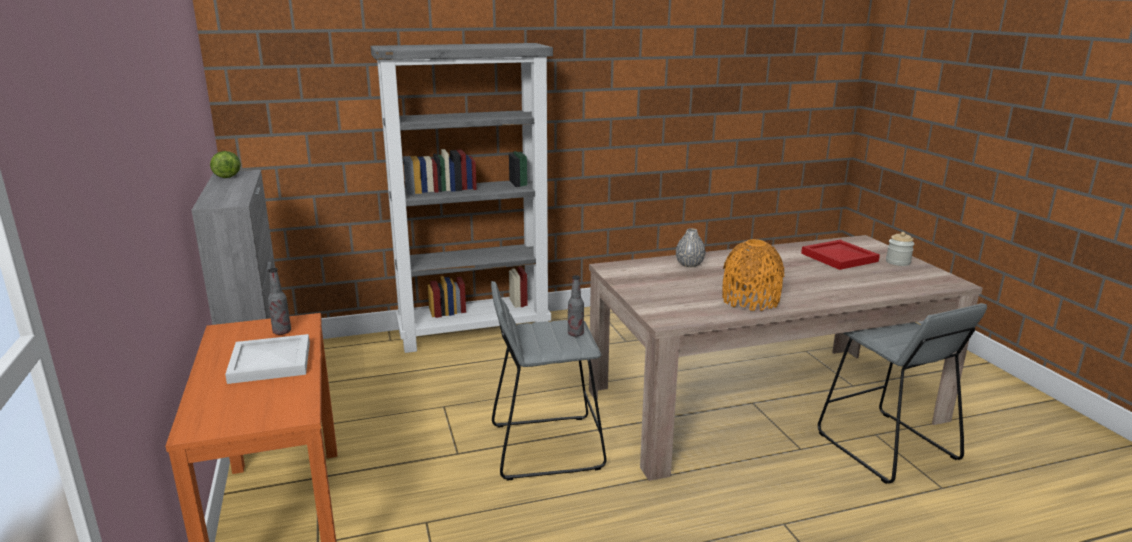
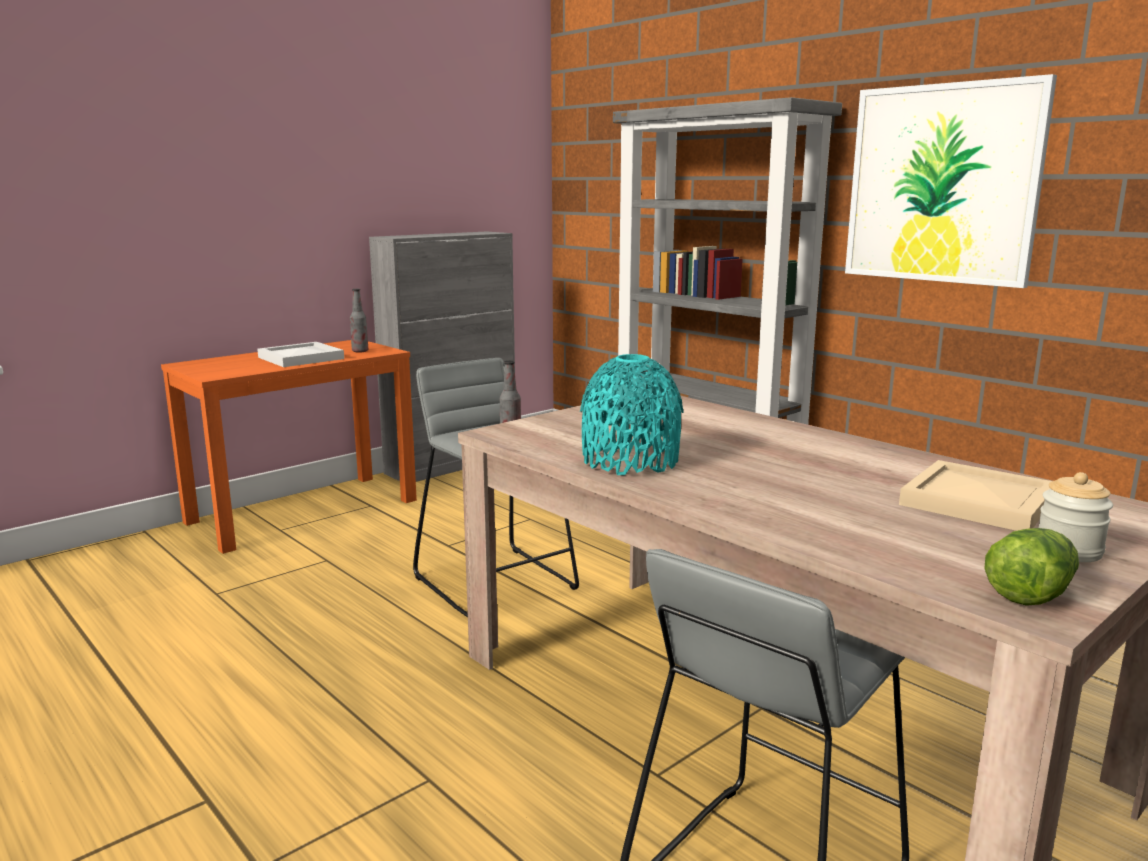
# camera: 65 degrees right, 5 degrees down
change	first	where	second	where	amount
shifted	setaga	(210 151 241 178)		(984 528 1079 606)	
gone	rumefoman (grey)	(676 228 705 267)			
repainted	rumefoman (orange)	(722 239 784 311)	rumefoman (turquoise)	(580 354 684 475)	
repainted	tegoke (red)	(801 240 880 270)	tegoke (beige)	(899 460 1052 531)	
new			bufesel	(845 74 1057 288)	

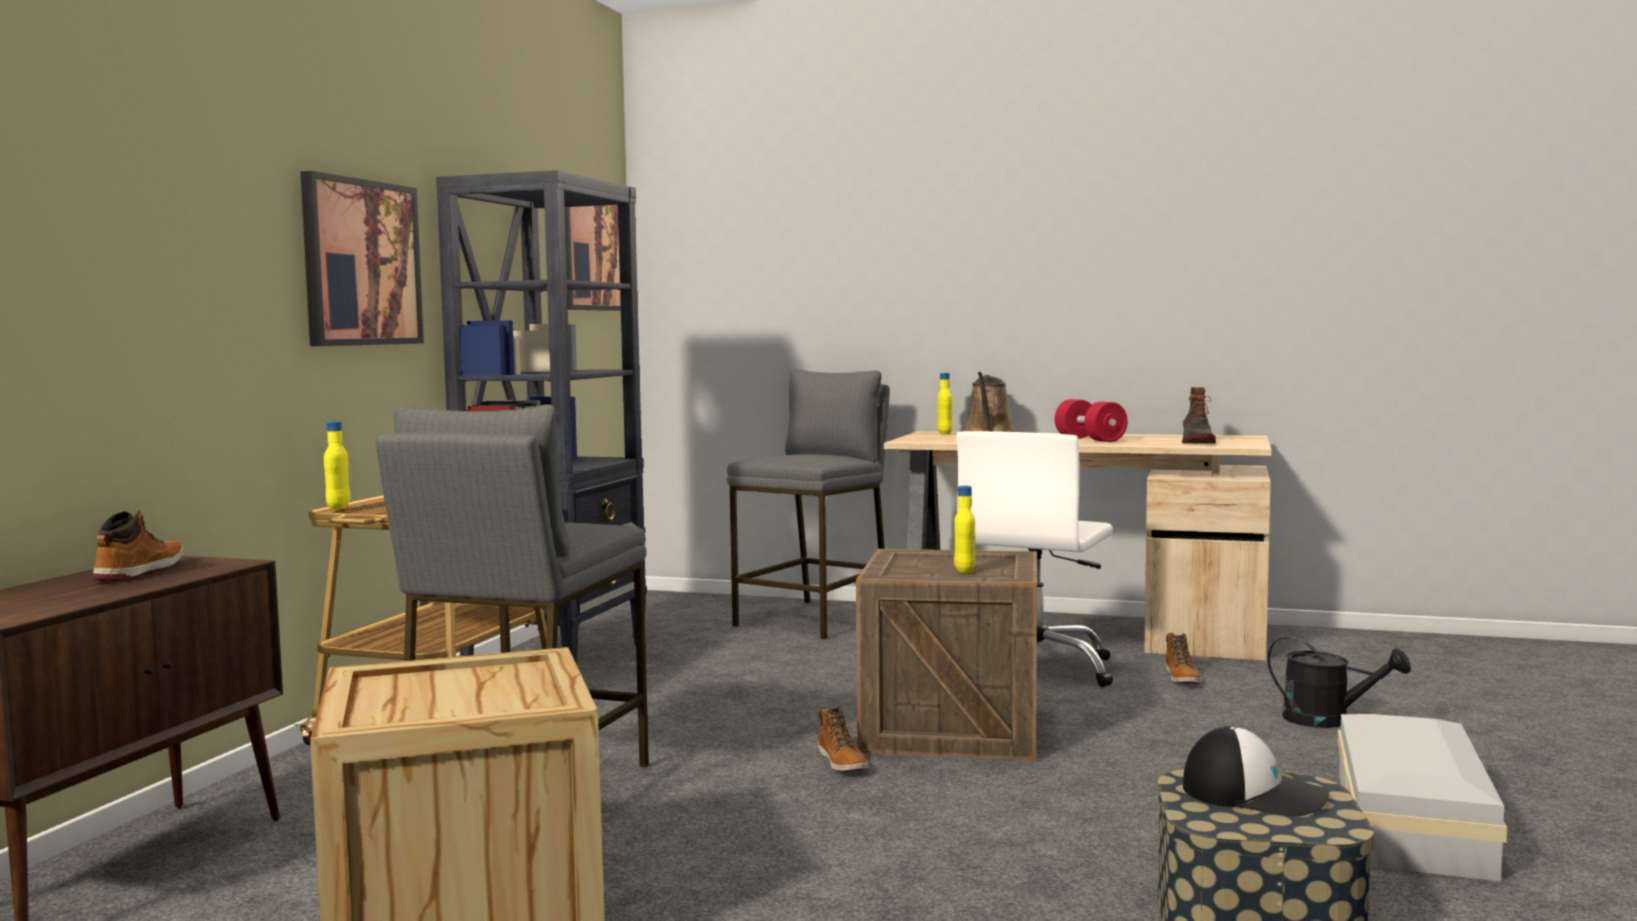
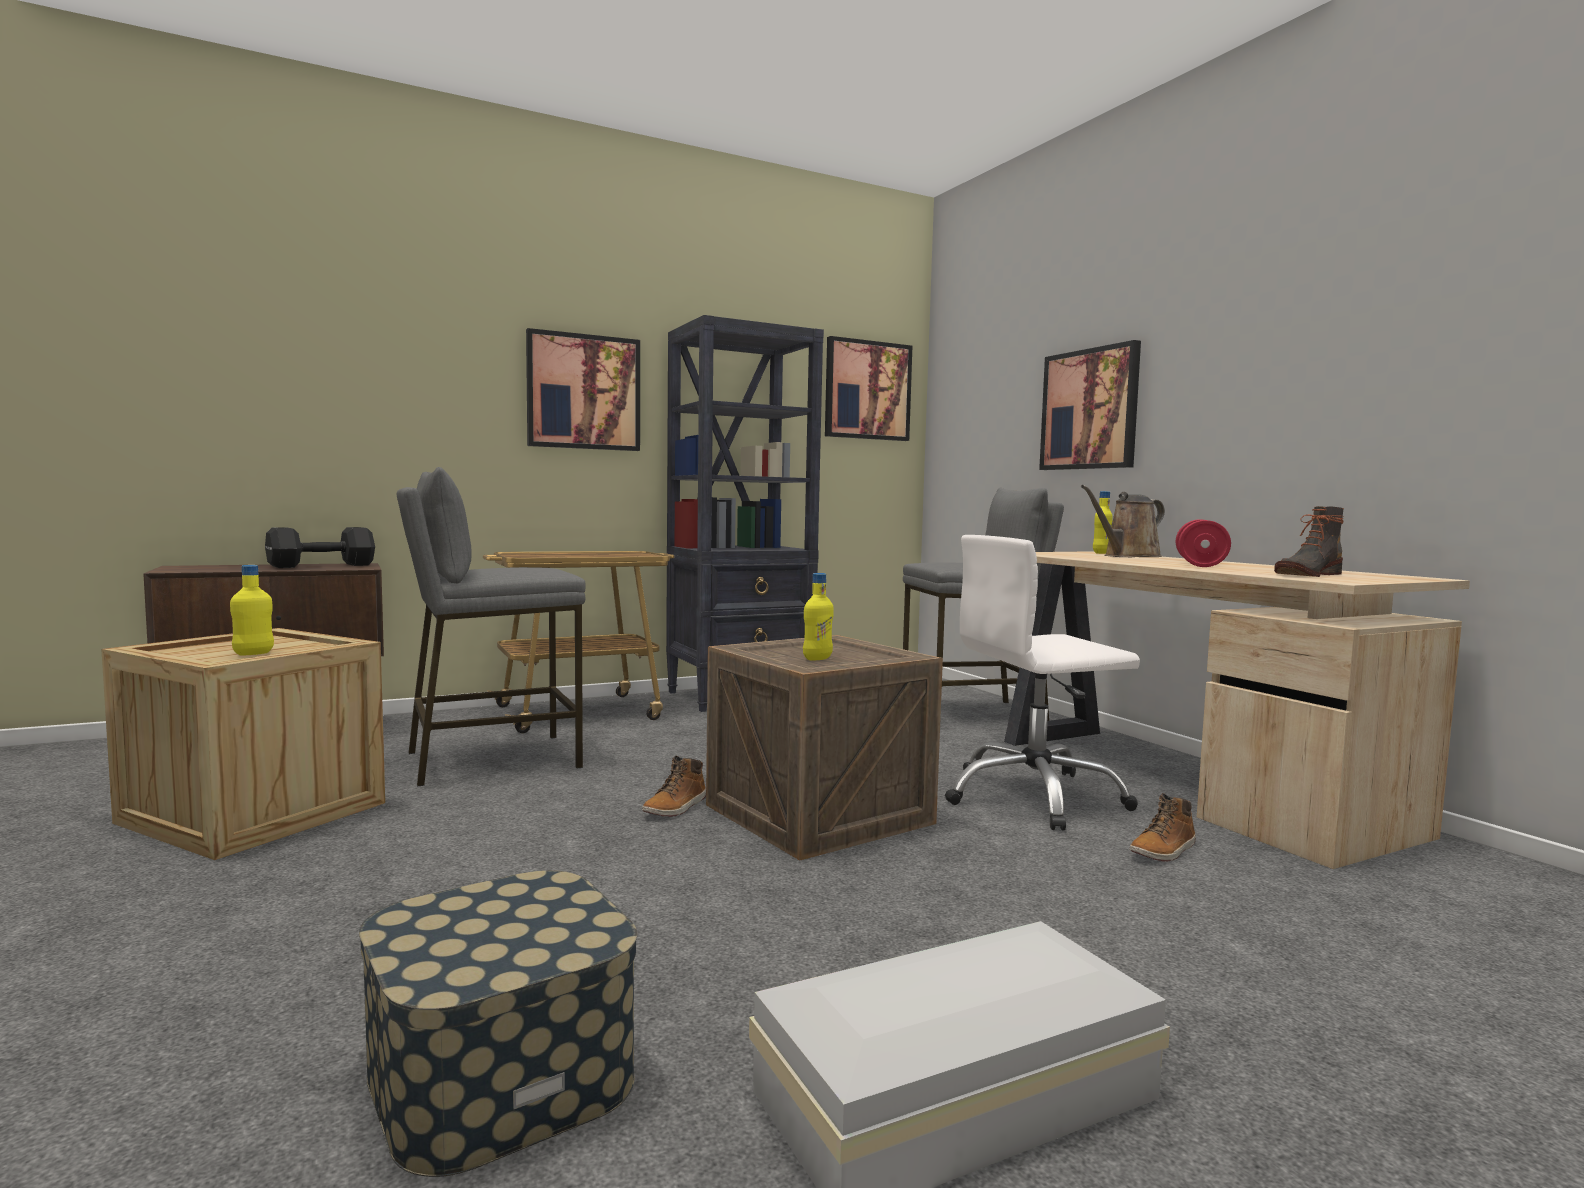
# camera: 45 degrees right, 0 degrees up
change	first	where	second	where	amount
shifted	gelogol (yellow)	(324 421 350 509)		(230 565 274 655)	
swapped	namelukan	(93 511 183 581)	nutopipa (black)	(265 527 375 568)	
gone	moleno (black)	(1267 636 1411 728)			
gone	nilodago	(1183 726 1329 817)			
new			bufesel	(1039 340 1141 470)	

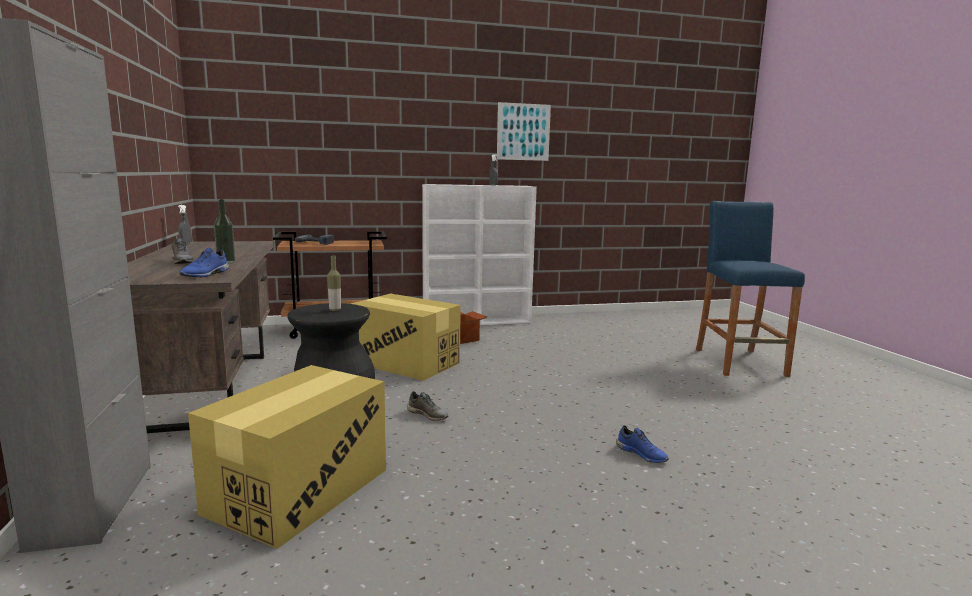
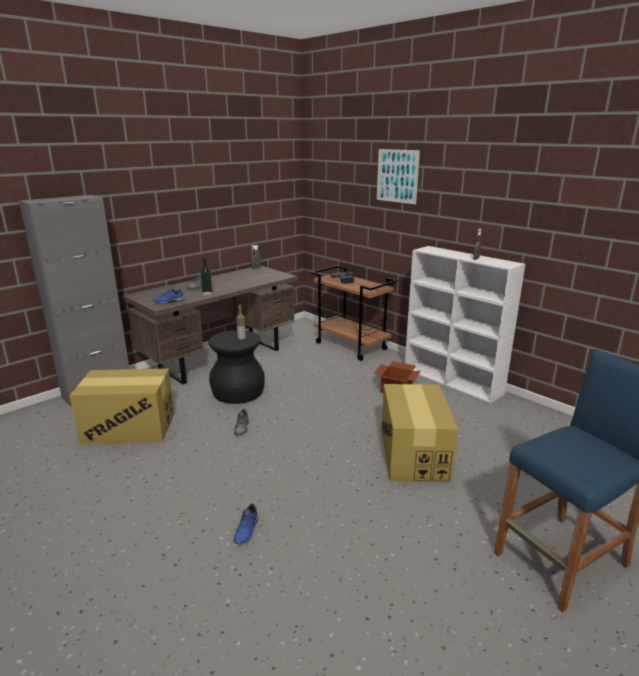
# camera: 60 degrees right, 10 degrees up
change	first	where	second	where	amount
shifted	bufesel	(497 102 551 161)		(377 149 420 204)	
shifted	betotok	(351 294 461 381)		(381 384 458 482)	

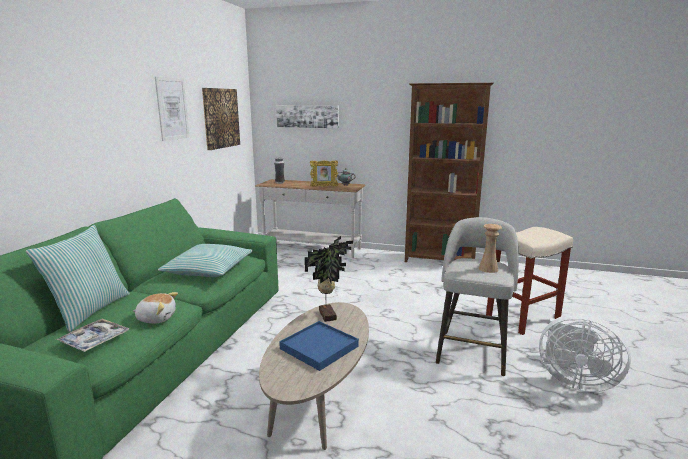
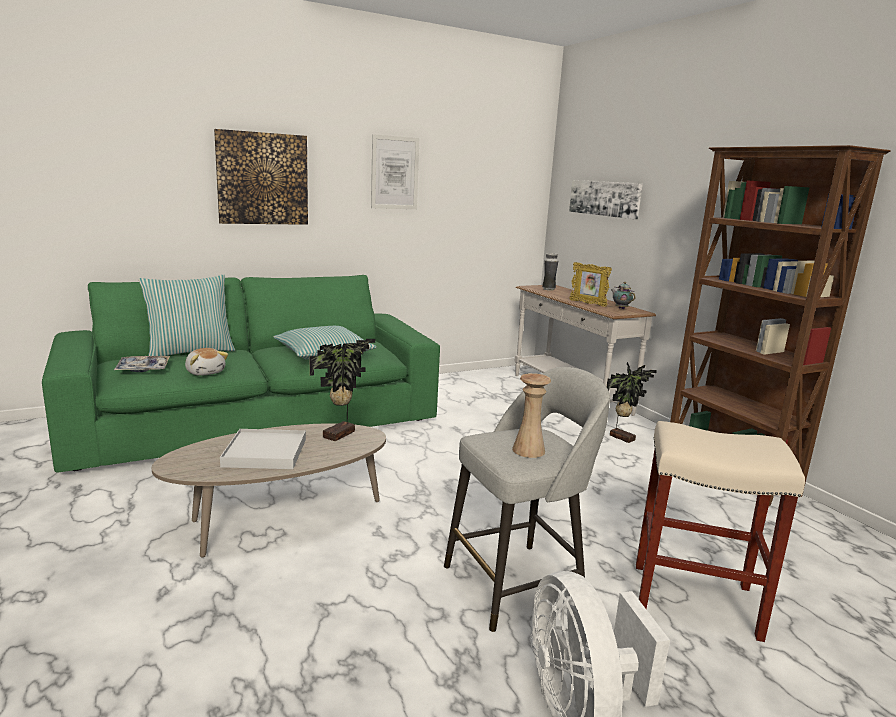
# camera: 45 degrees right, 0 degrees up
change	first	where	second	where	amount
shifted	bufesel	(202 88 240 150)		(214 129 308 225)	
repainted	tegoke (blue)	(279 321 359 371)	tegoke (white)	(220 429 306 469)	
new			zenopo	(607 362 657 443)	

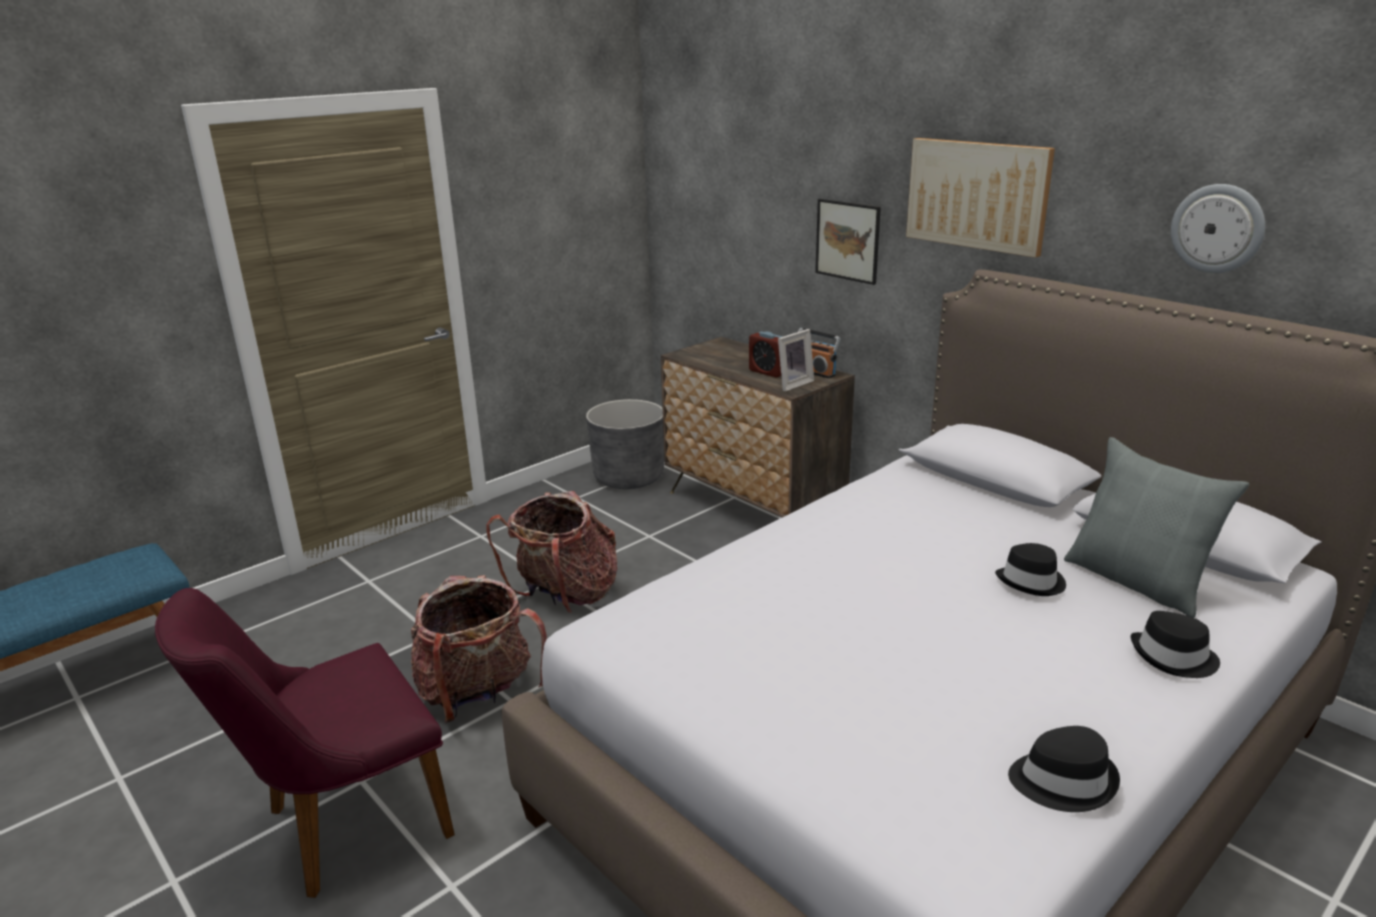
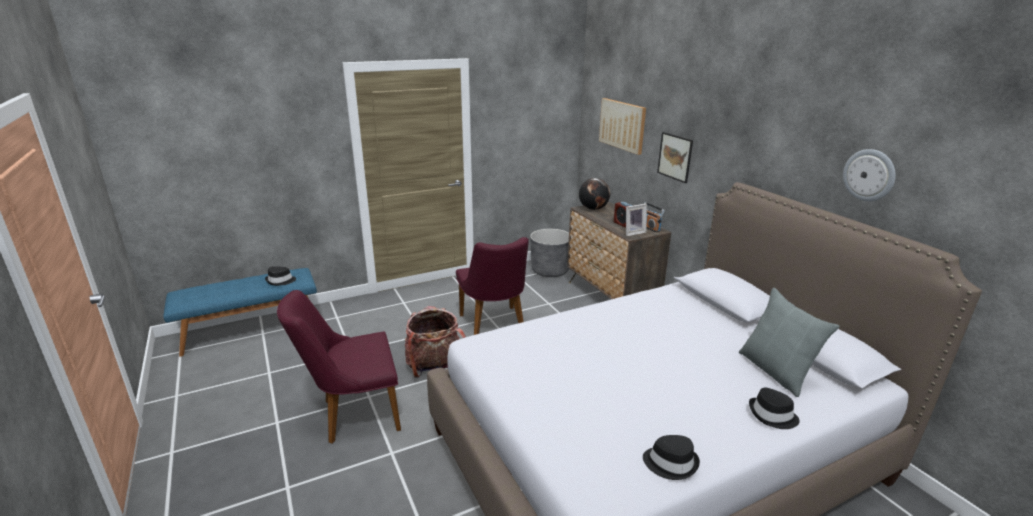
# camera: 15 degrees right, 0 degrees up
change	first	where	second	where	amount
shifted	bufesel	(906 138 1055 258)		(599 98 646 155)	
swapped	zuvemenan	(486 491 617 614)	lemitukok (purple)	(456 237 529 335)	
shifted	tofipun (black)	(995 543 1066 596)		(265 266 296 286)	
new			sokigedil	(579 178 610 210)	

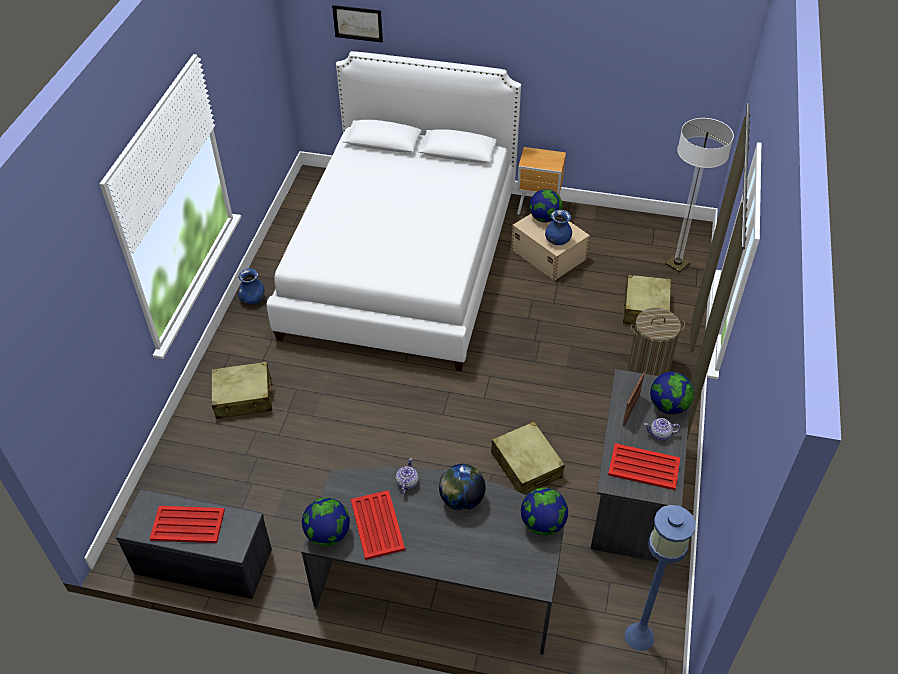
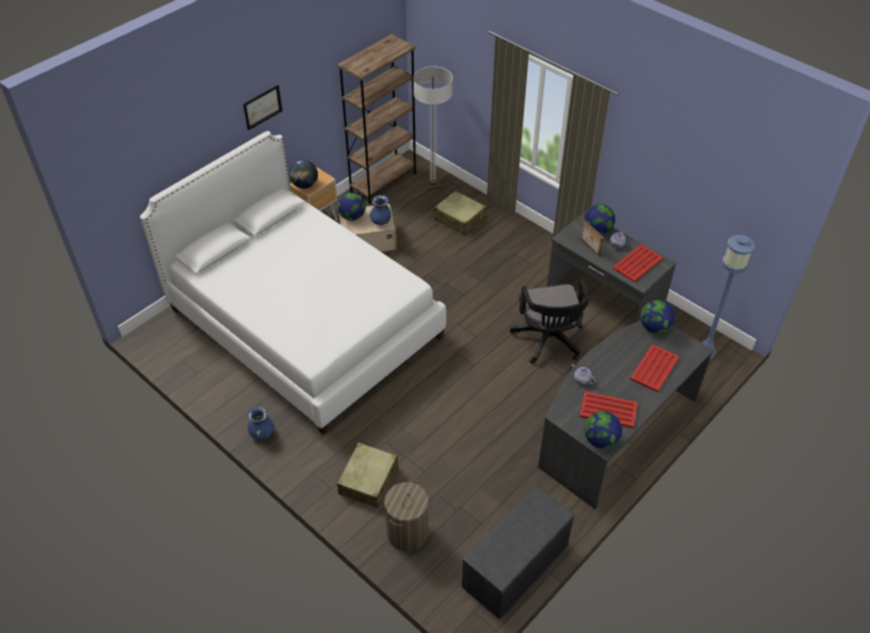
# camera: 60 degrees left, 0 degrees up
change	first	where	second	where	amount
shifted	bufesel	(332 5 383 43)		(243 85 282 131)	
shifted	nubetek	(628 308 685 376)		(384 480 429 551)	
swapped	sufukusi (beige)	(491 421 565 495)	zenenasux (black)	(510 279 590 364)	
shifted	sokigedil	(439 464 486 511)		(289 160 318 189)	
shifted	tegoke (red)	(149 506 225 543)		(630 344 679 392)	
new			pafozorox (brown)	(337 34 417 204)	

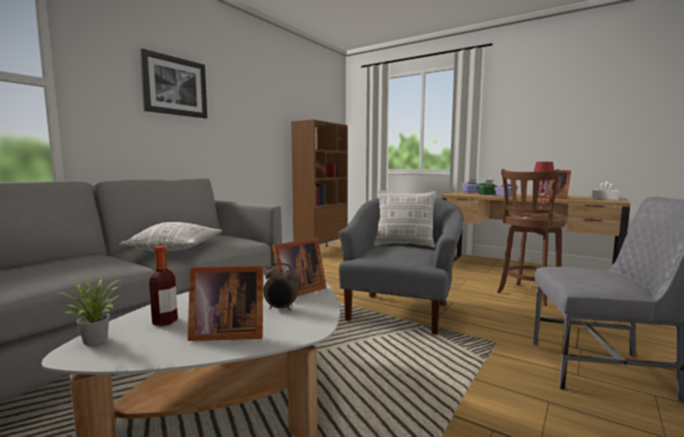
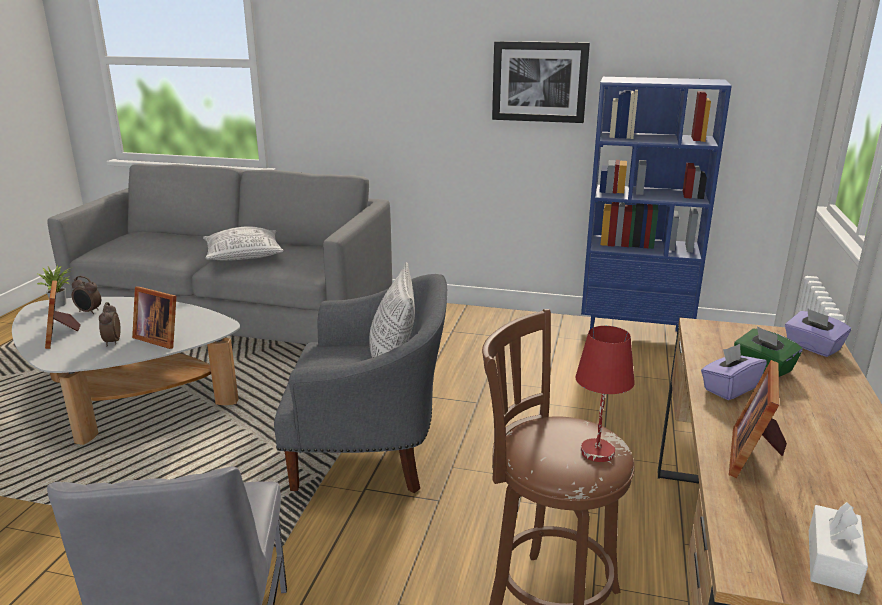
# camera: 70 degrees right, 15 degrees up
change	first	where	second	where	amount
shifted	bufesel	(140 48 207 118)		(492 41 590 123)	
repainted	pafozorox (brown)	(291 120 347 250)	pafozorox (blue)	(581 77 732 332)	
swapped	gelogol	(149 246 178 326)	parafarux	(72 276 101 314)	

